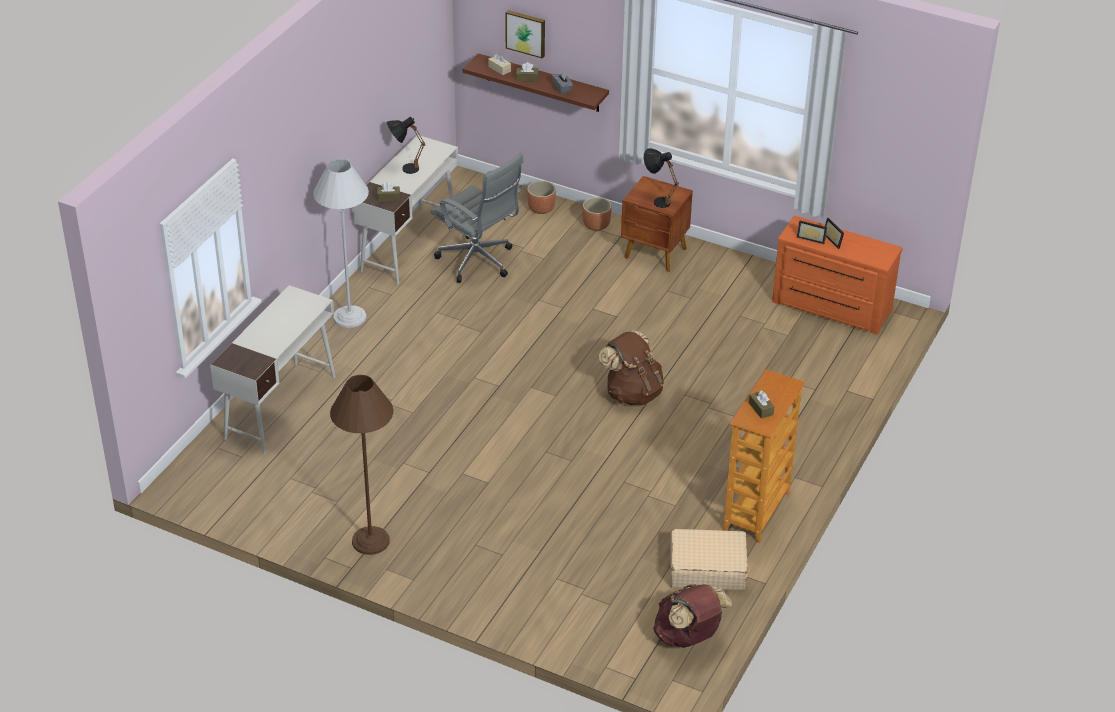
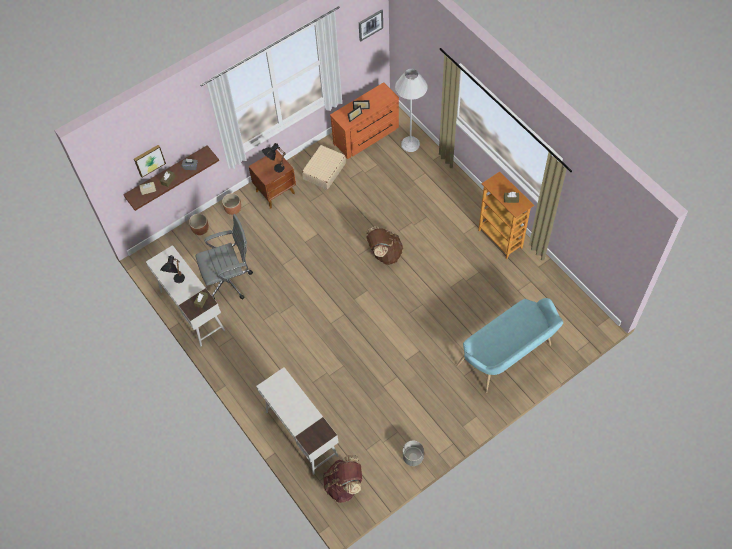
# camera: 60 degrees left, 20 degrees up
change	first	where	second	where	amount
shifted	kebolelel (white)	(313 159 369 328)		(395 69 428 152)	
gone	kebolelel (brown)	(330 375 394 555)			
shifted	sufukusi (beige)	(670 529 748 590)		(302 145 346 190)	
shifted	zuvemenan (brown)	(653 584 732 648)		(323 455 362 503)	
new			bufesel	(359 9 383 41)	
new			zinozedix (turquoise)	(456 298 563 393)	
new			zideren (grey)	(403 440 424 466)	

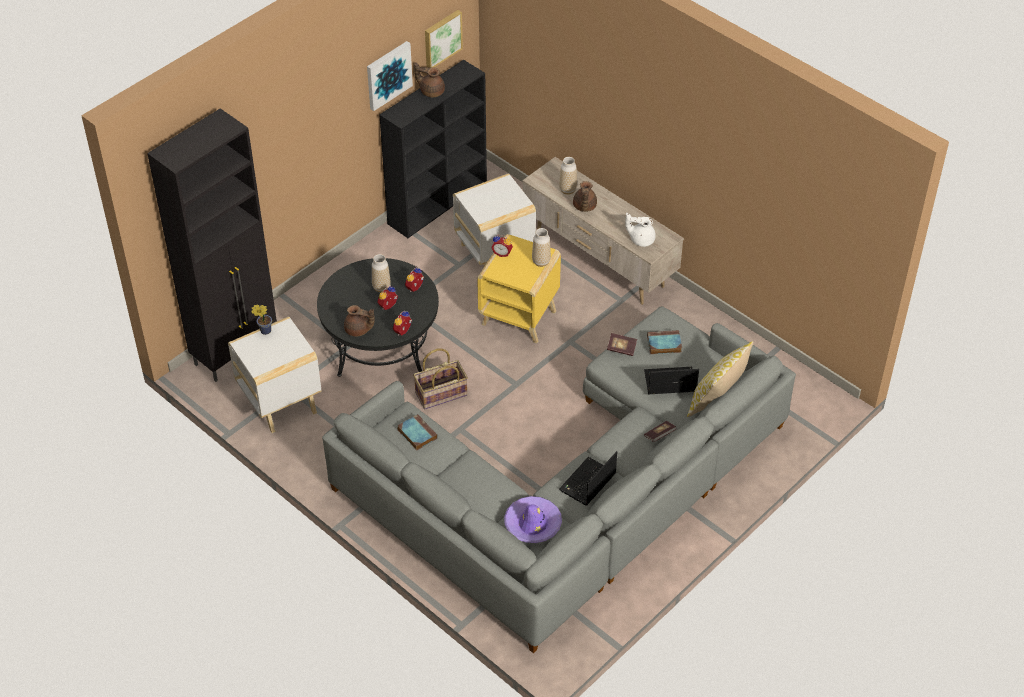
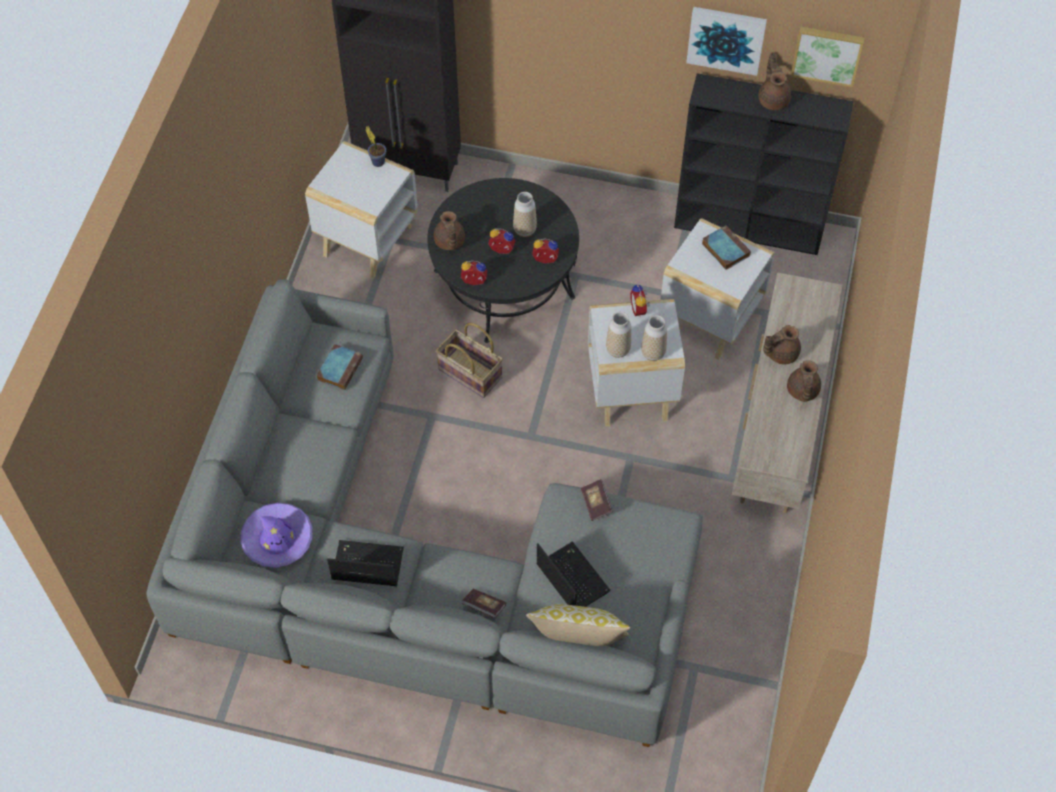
# camera: 60 degrees right, 10 degrees up
change	first	where	second	where	amount
shifted	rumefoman	(559 157 577 195)		(606 312 631 358)	
gone	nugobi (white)	(625 213 656 247)			
repainted	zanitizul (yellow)	(477 234 561 343)	zanitizul (white)	(588 299 685 426)	
shifted	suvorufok	(647 330 682 354)		(702 225 751 270)	
new			nugobi (brown)	(787 360 821 402)	

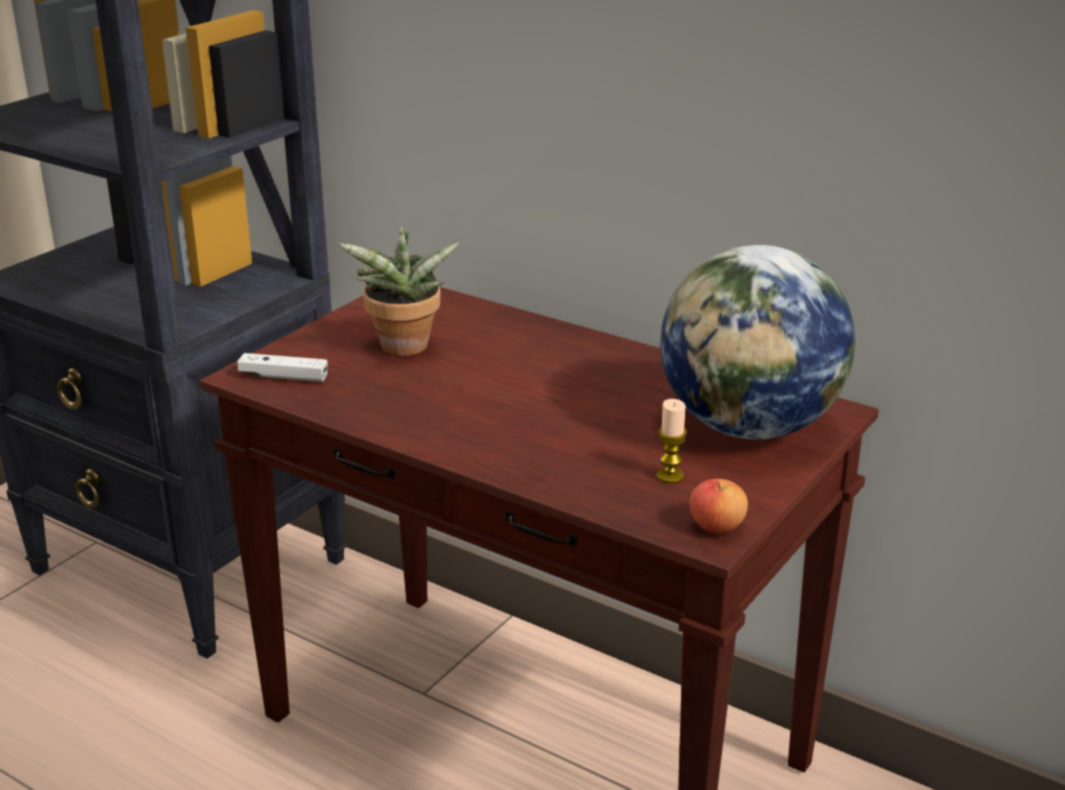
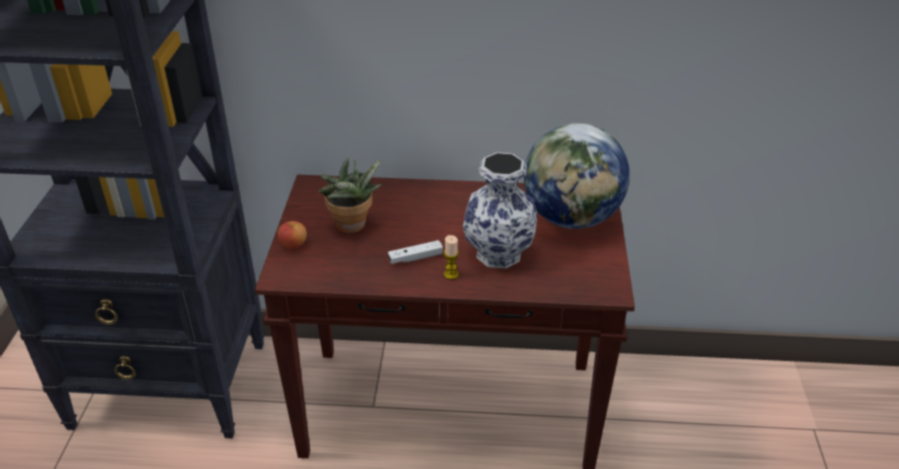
# camera: 30 degrees left, 10 degrees up
change	first	where	second	where	amount
shifted	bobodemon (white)	(237 353 328 382)		(388 240 443 264)	
shifted	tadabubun	(656 399 687 483)		(443 235 459 279)	
shifted	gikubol	(690 479 748 534)		(277 221 307 249)	
new			rumefoman	(463 152 537 269)	

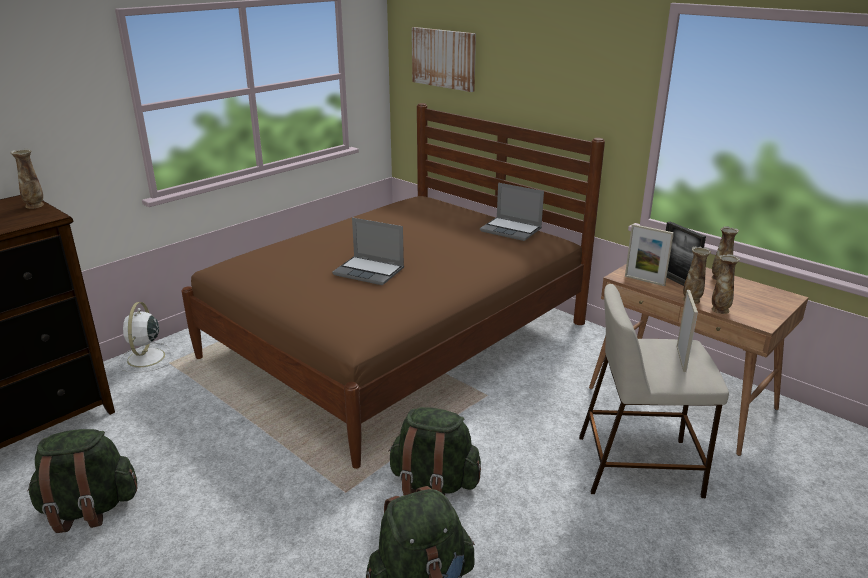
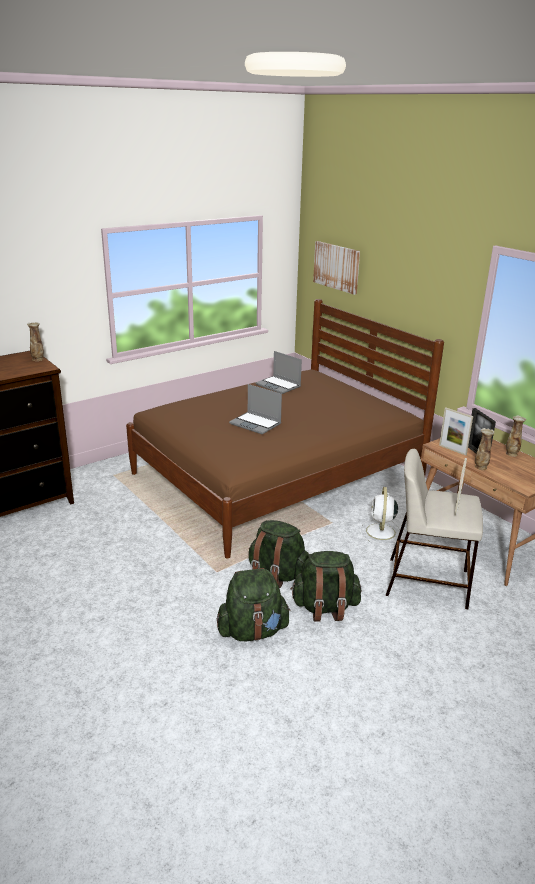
# camera: 10 degrees right, 0 degrees up
change	first	where	second	where	amount
shifted	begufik	(480 183 544 241)		(256 351 302 394)	
gone	rumefoman	(712 254 740 314)			
shifted	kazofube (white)	(118 302 172 373)		(360 487 403 544)	
shifted	zuvemenan (green)	(27 429 137 533)		(291 551 362 621)	

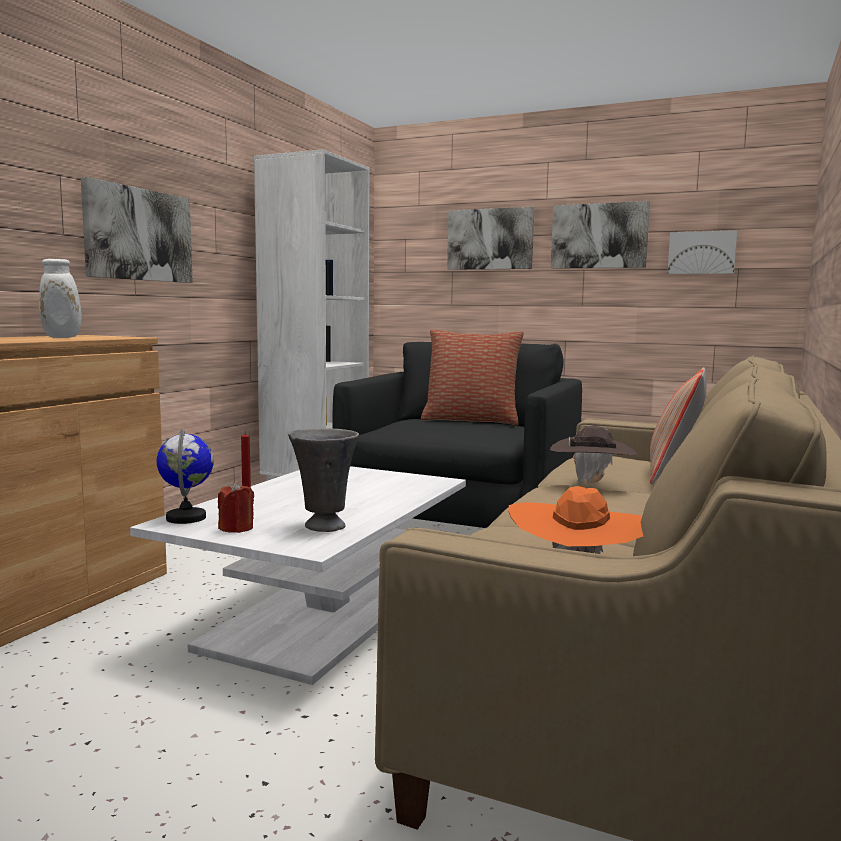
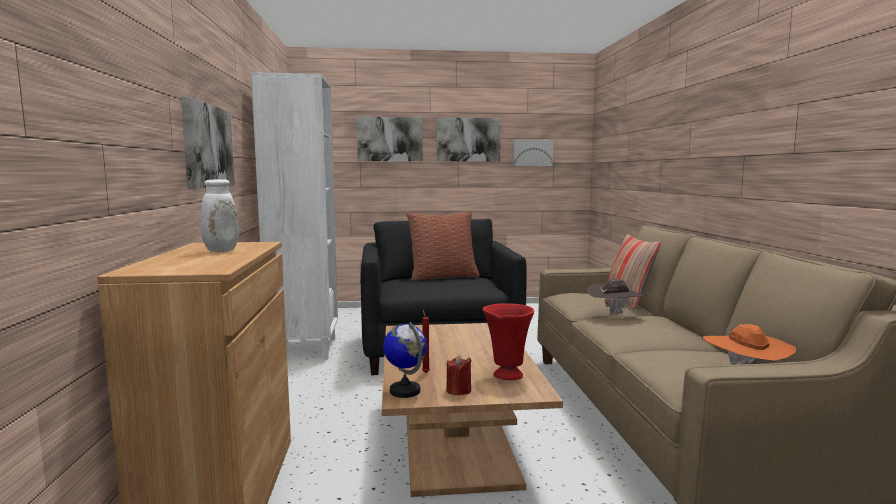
# camera: 30 degrees left, 0 degrees up
change	first	where	second	where	amount
repainted	rumefoman (grey)	(288 428 359 532)	rumefoman (red)	(483 303 534 380)	
repainted	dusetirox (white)	(130 466 466 685)	dusetirox (brown)	(382 323 563 497)	

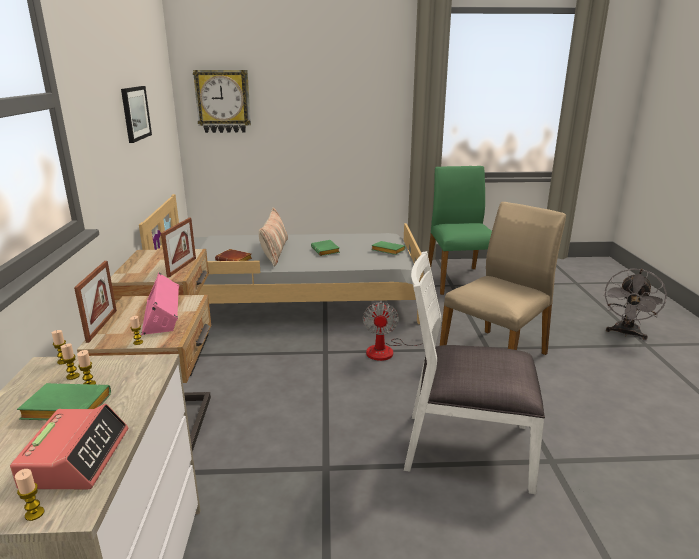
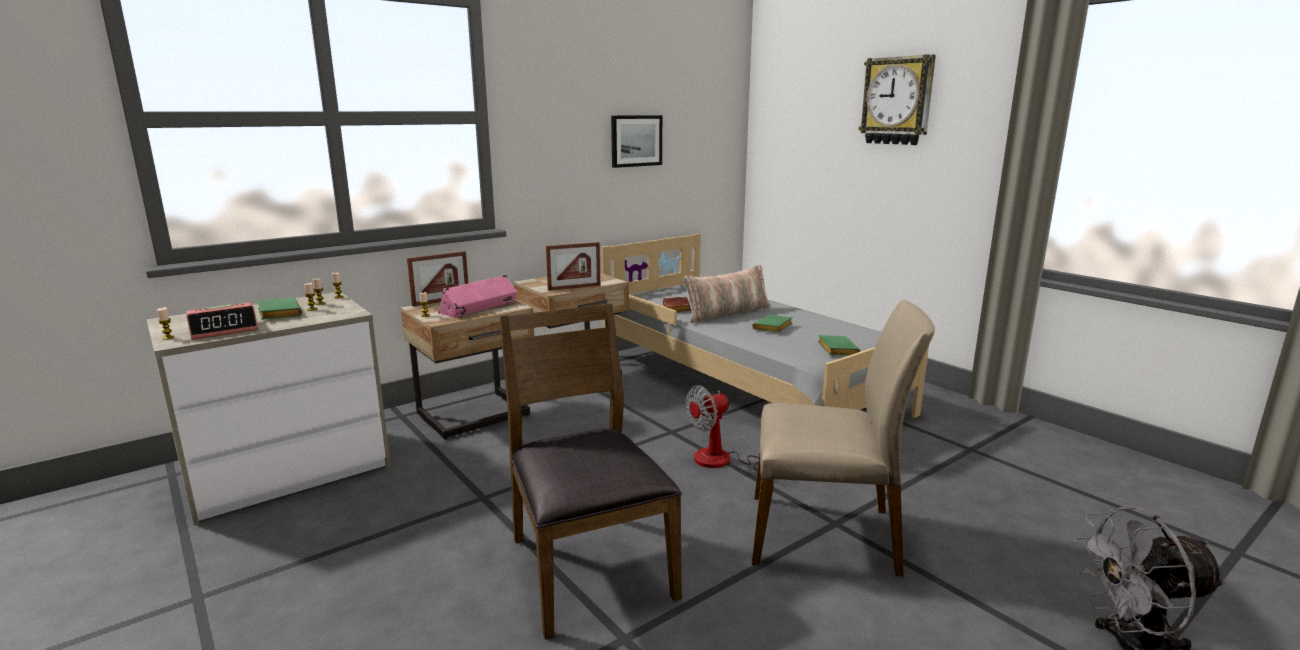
# camera: 55 degrees right, 5 degrees down
change	first	where	second	where	amount
shifted	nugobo	(193 70 251 133)		(859 55 936 145)	
gone	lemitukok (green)	(428 166 492 295)			
repainted	lemitukok (white)	(404 251 545 495)	lemitukok (brown)	(500 303 682 640)	

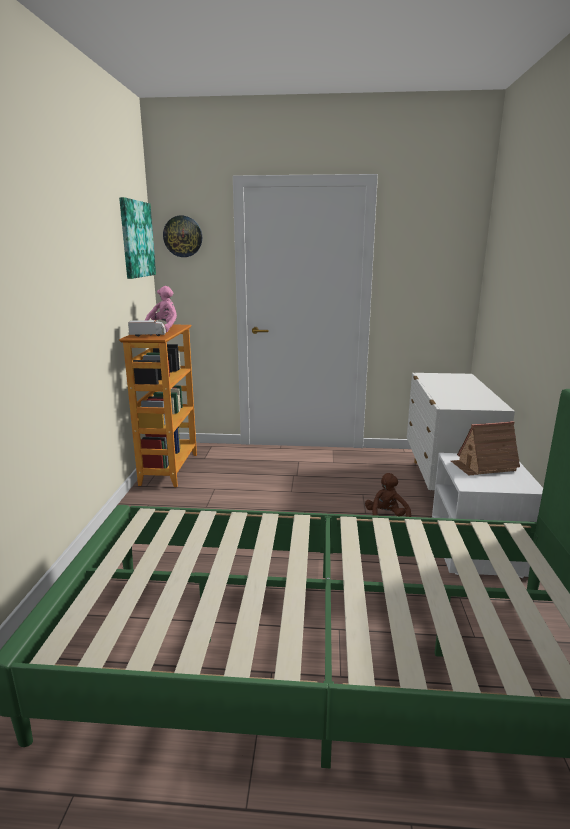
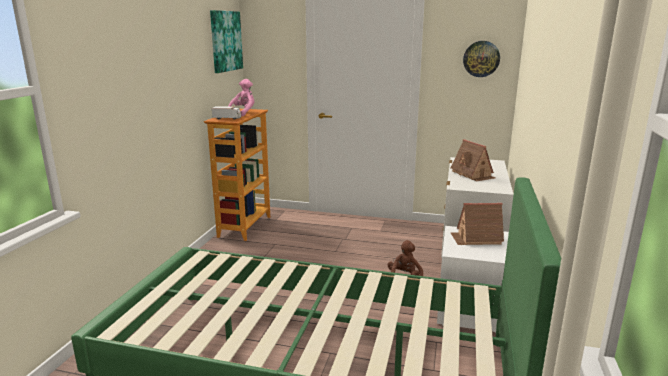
# camera: 10 degrees right, 0 degrees up
change	first	where	second	where	amount
shifted	nugobo	(163 216 202 257)		(463 41 500 77)	
new			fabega	(450 139 495 181)	

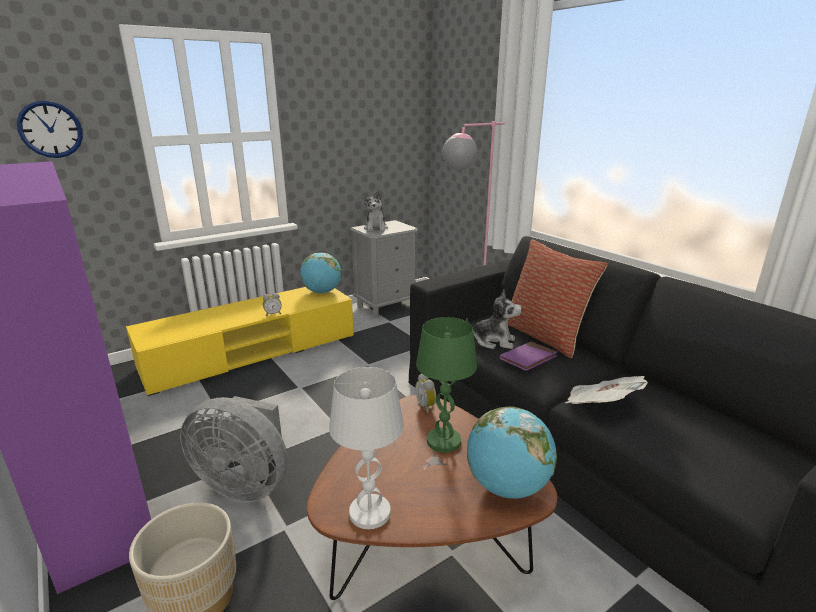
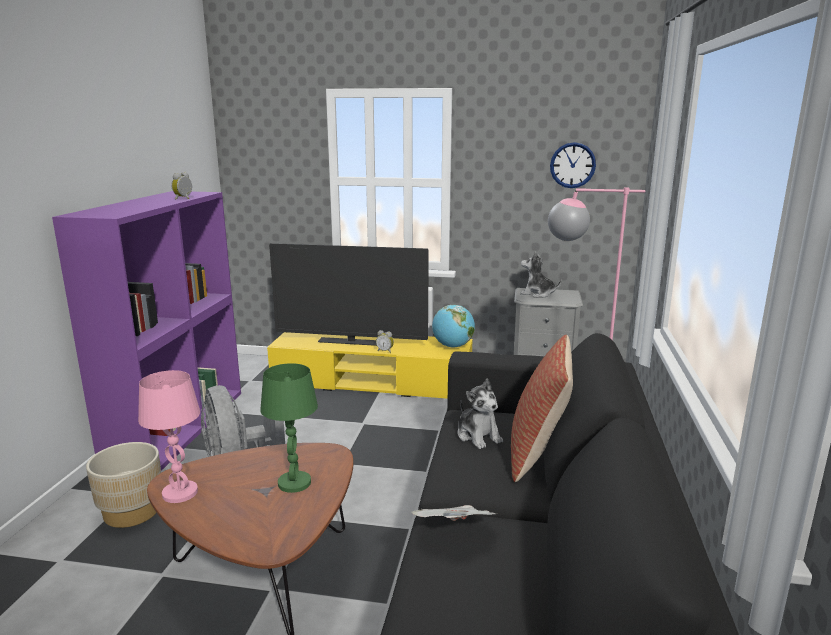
# camera: 45 degrees right, 5 degrees down
change	first	where	second	where	amount
shifted	nugobo	(17 101 83 158)		(550 142 596 188)	
rotated	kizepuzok	(363 191 388 232)		(520 252 561 298)	75 degrees clockwise
gone	suvorufok (purple)	(500 342 557 371)			
repainted	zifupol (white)	(329 367 404 529)	zifupol (pink)	(138 370 200 503)	
shifted	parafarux	(415 374 436 413)		(171 172 192 200)	
gone	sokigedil	(467 407 557 499)			
new			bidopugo	(269 243 429 346)	

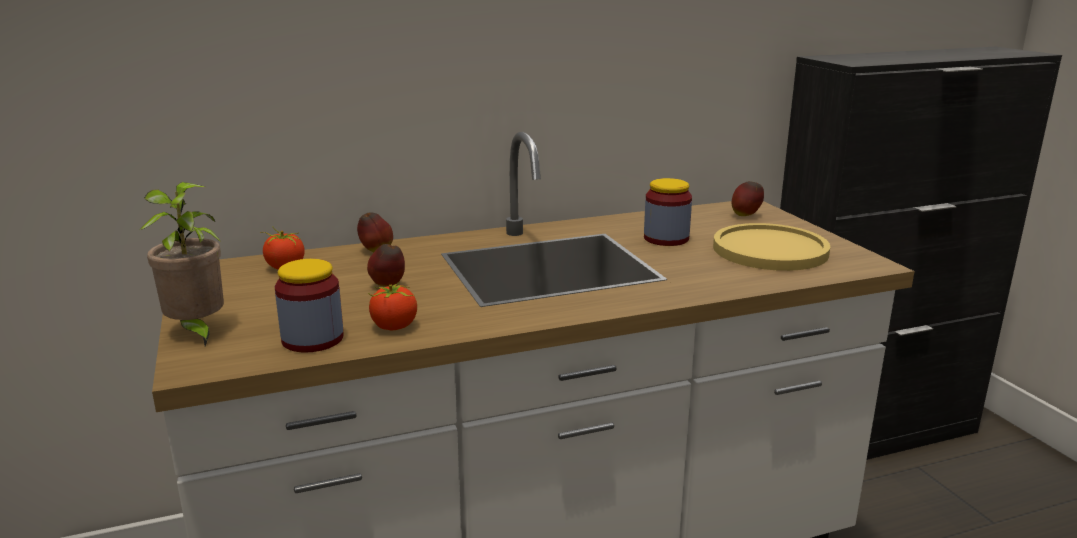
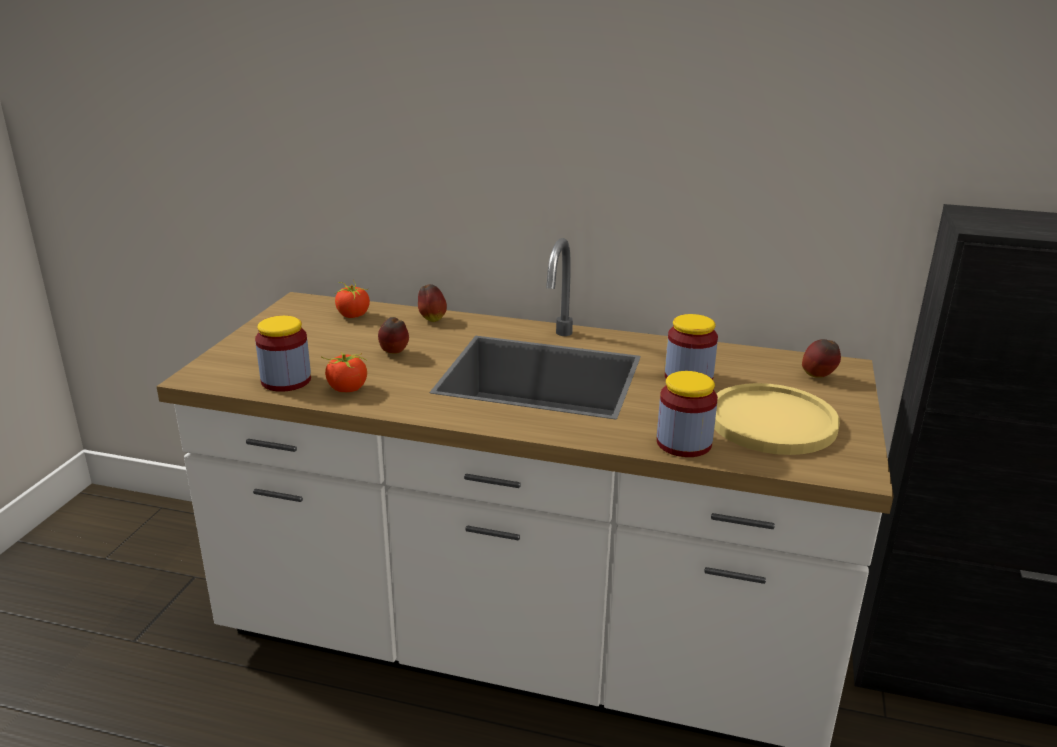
# camera: 35 degrees right, 5 degrees up
change	first	where	second	where	amount
gone	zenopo	(140 182 224 346)			
new			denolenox	(657 371 718 457)	

